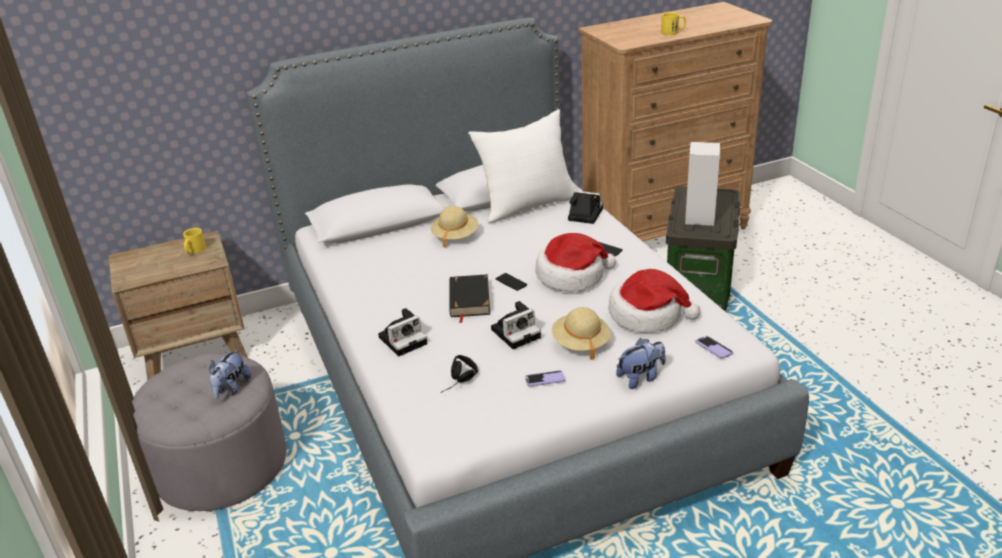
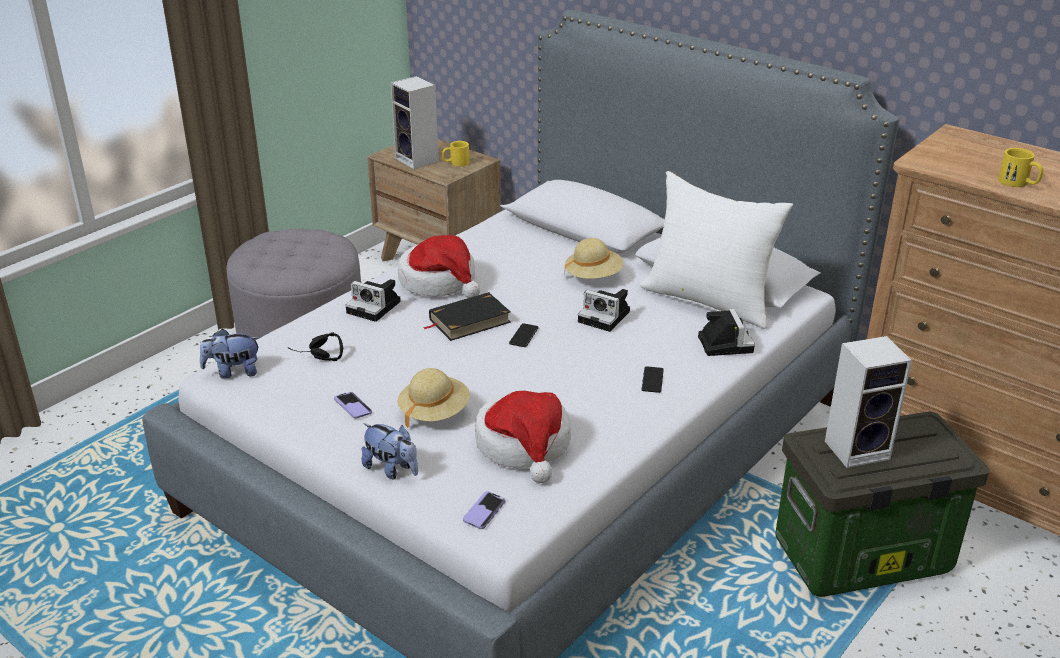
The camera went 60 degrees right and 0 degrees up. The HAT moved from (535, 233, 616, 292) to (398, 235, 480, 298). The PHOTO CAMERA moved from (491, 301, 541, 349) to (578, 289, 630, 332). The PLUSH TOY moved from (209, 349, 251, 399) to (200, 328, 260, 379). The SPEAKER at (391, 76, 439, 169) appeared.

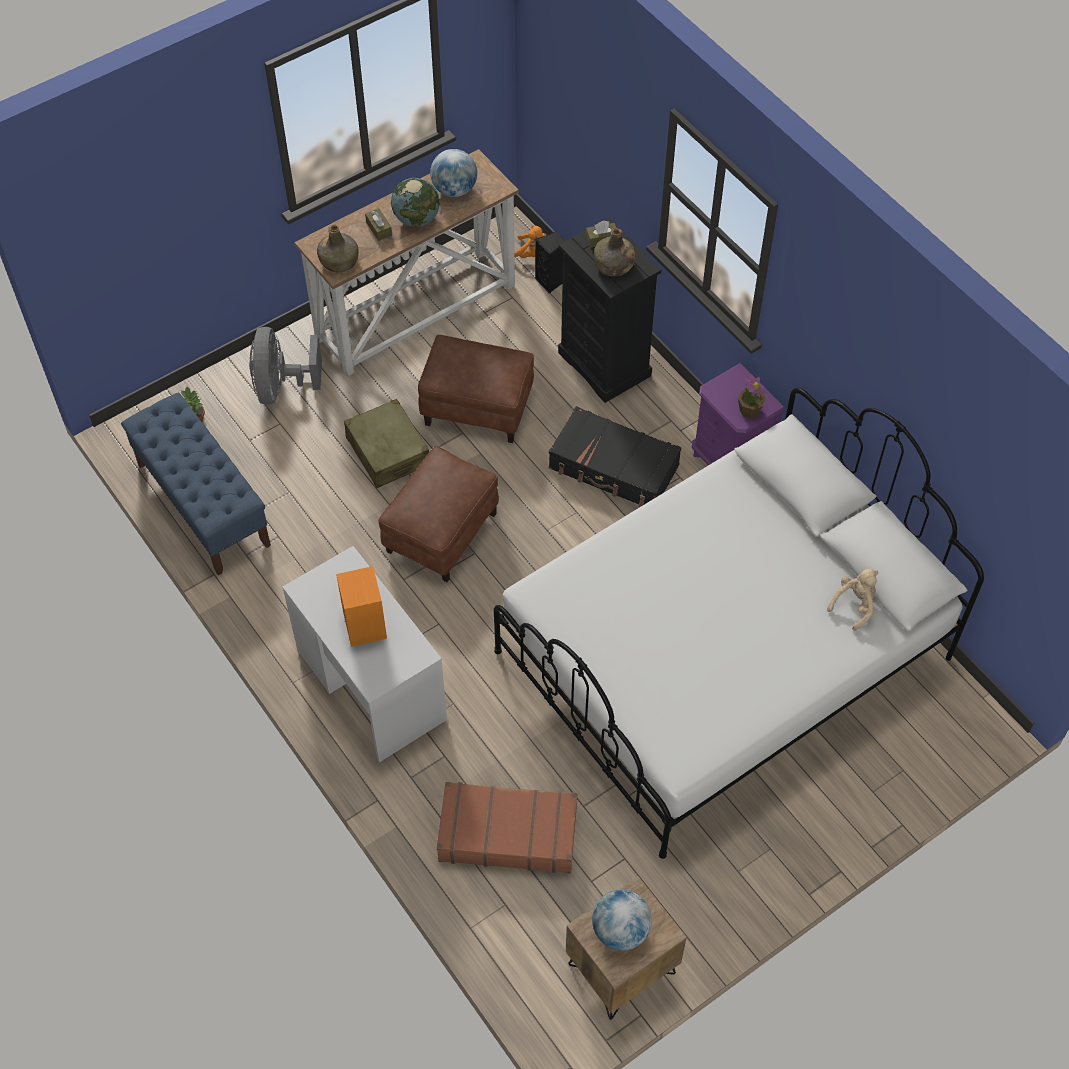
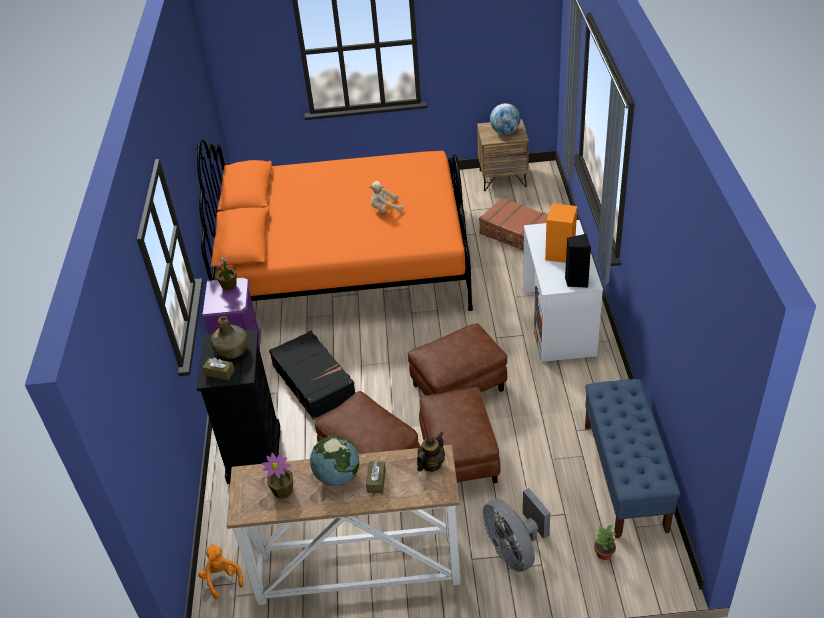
The camera went 145 degrees left and 15 degrees down. The GLOBE at (430, 149, 477, 197) was replaced by the POTTED PLANT at (262, 453, 293, 499). The GREEN BOTTLE at (317, 225, 359, 272) was replaced by the TEAPOT at (417, 432, 445, 472). The BLACK SPEAKER moved from (535, 232, 565, 293) to (565, 234, 591, 288). The GREY FAN at (249, 327, 322, 405) turned 120 degrees clockwise. The WHITE BED at (494, 388, 984, 859) became the ORANGE BED at (197, 139, 473, 311). The BEIGE SUITCASE at (344, 399, 429, 488) was replaced by the BROWN OTTOMAN at (419, 387, 501, 484). The BEIGE PLUSH TOY moved from (827, 569, 878, 631) to (369, 181, 403, 213).

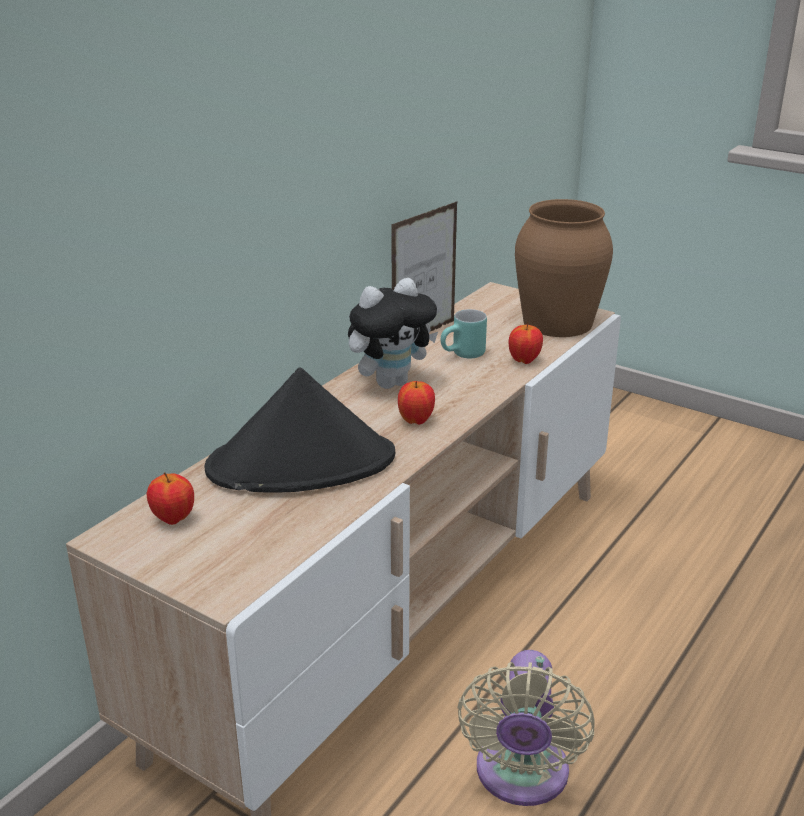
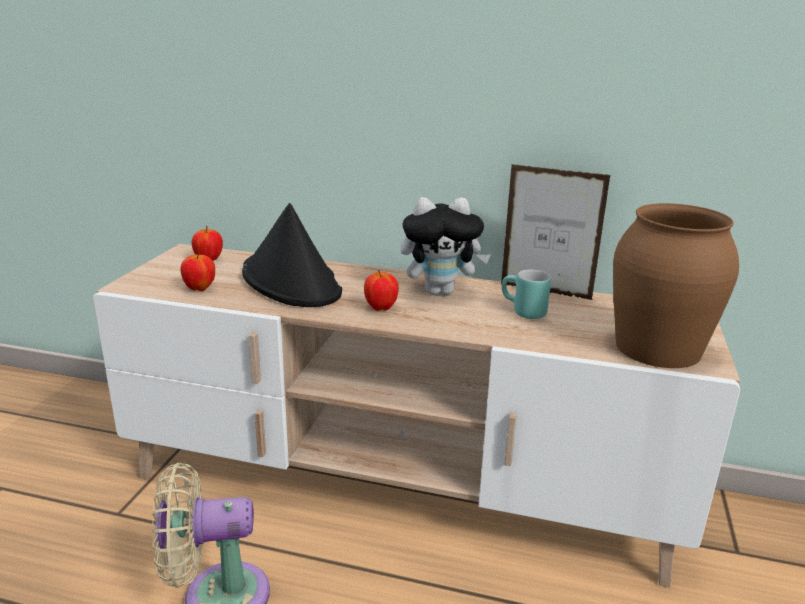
The camera went 70 degrees right and 5 degrees down. The PLUSH TOY at (348, 278, 438, 389) turned 45 degrees counterclockwise. The APPLE moved from (509, 322, 543, 364) to (181, 252, 215, 291).

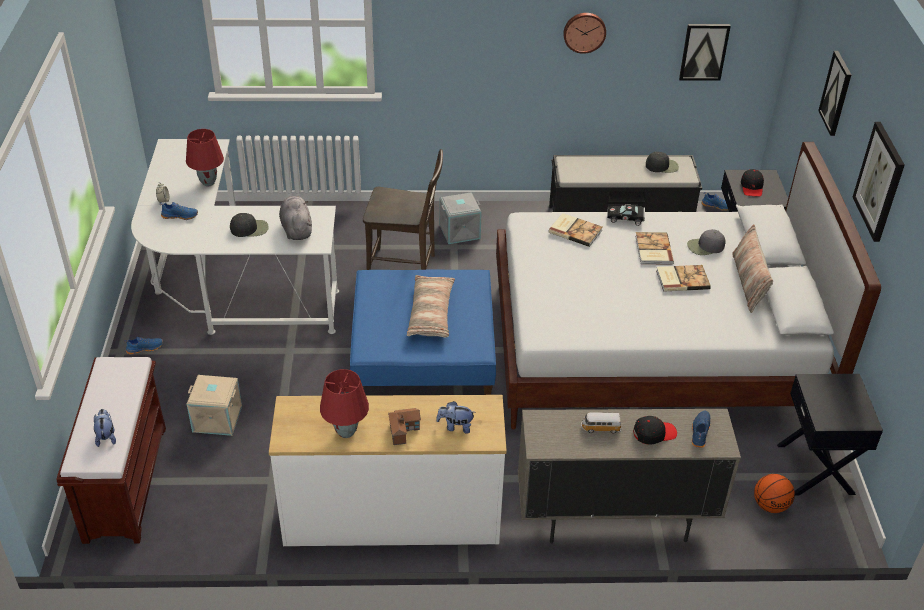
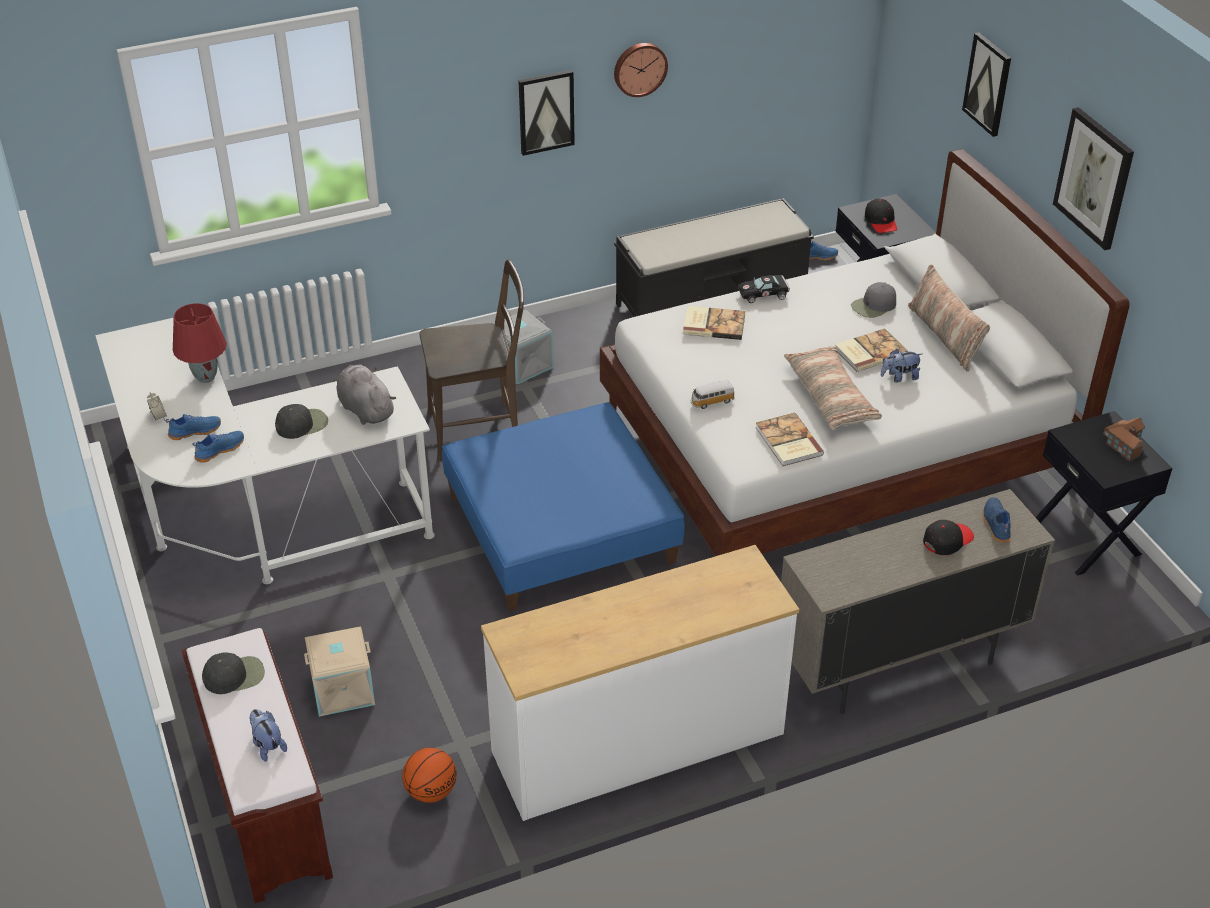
The camera went 20 degrees left and 0 degrees up. The PICTURE moved from (679, 24, 731, 81) to (518, 70, 575, 156). The BLACK CAP moved from (646, 152, 679, 173) to (202, 652, 265, 694). The BOOK moved from (635, 232, 674, 265) to (755, 413, 824, 466). The PILLOW moved from (407, 275, 455, 338) to (784, 346, 882, 430). The BLUE SHOE moved from (124, 337, 163, 355) to (193, 431, 244, 463). The RED TABLE LAMP at (320, 369, 369, 438) disappeared. The PLUSH TOY moved from (436, 401, 475, 434) to (881, 349, 921, 383). The TOY HOUSE moved from (388, 408, 421, 445) to (1103, 418, 1145, 462). The TOY CAR moved from (581, 412, 621, 434) to (691, 380, 735, 409). The BASKETBALL moved from (754, 474, 795, 513) to (402, 748, 457, 803).

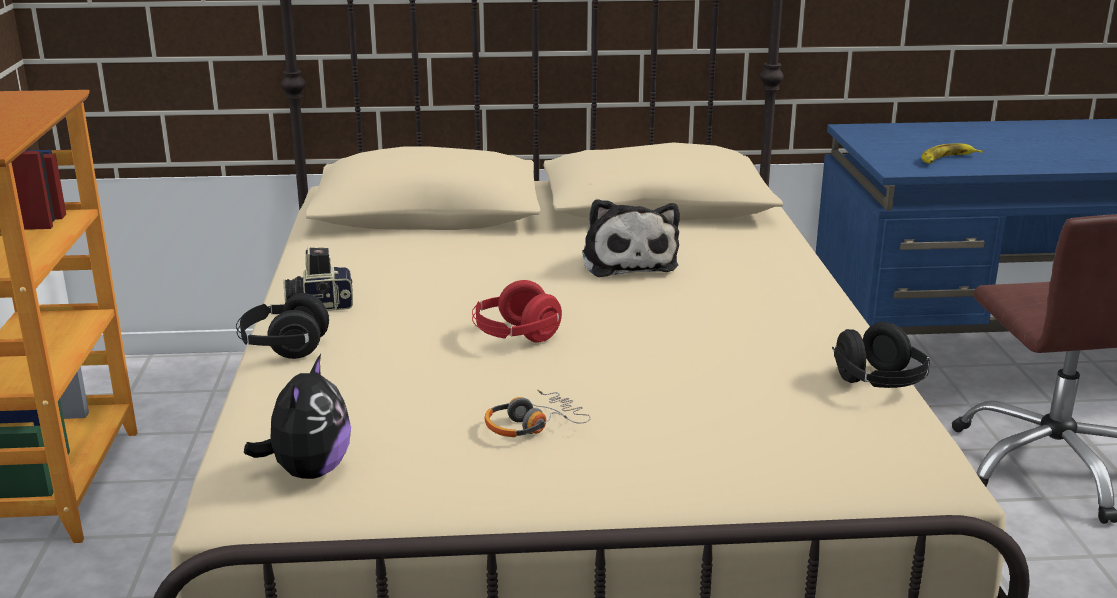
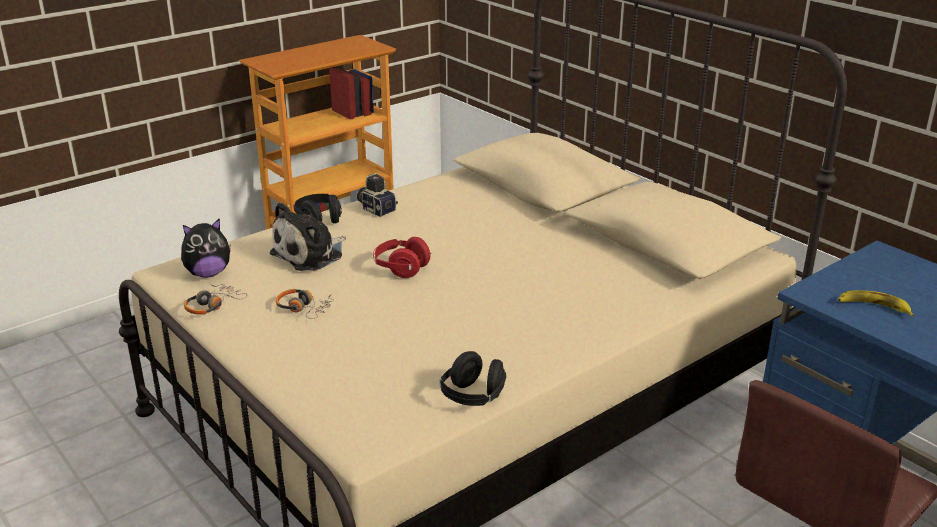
The camera went 55 degrees right and 5 degrees up. The PLUSH TOY moved from (582, 199, 680, 277) to (270, 202, 346, 271). The HEADPHONES at (184, 284, 247, 315) appeared.

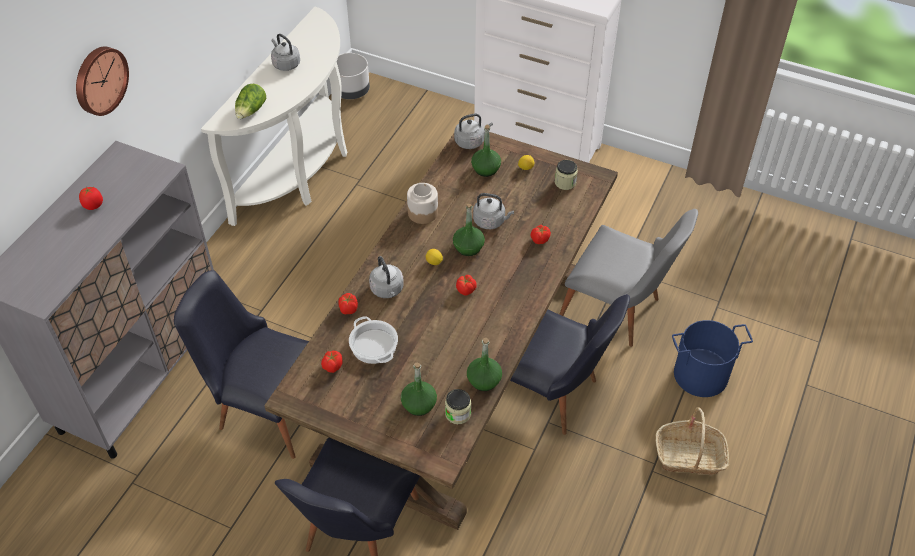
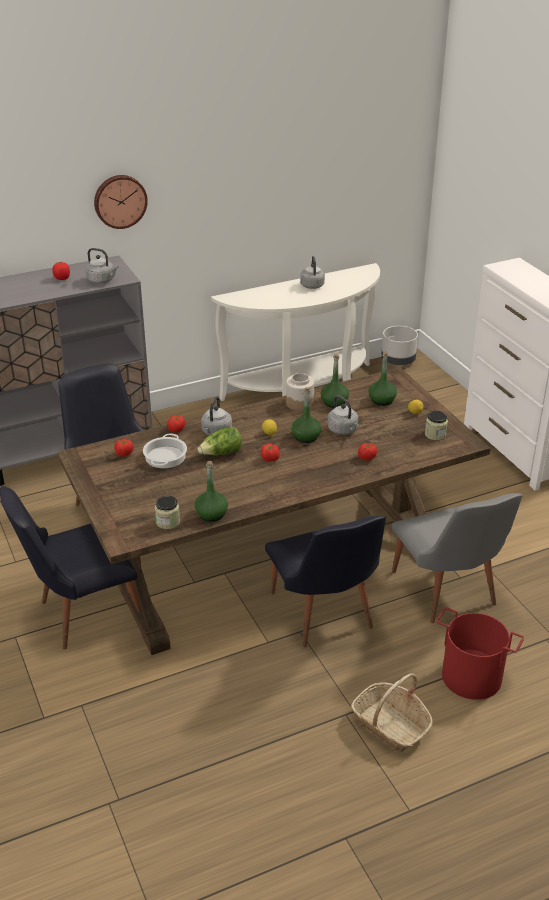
The camera went 40 degrees right and 15 degrees down. The LETTUCE moved from (235, 84, 266, 119) to (198, 426, 242, 455). The GREY KETTLE moved from (454, 114, 493, 149) to (85, 248, 118, 284). The BLUE BUCKET at (672, 320, 753, 397) became the RED BUCKET at (436, 607, 524, 700). The GREEN BOTTLE moved from (401, 362, 437, 416) to (320, 354, 349, 408).

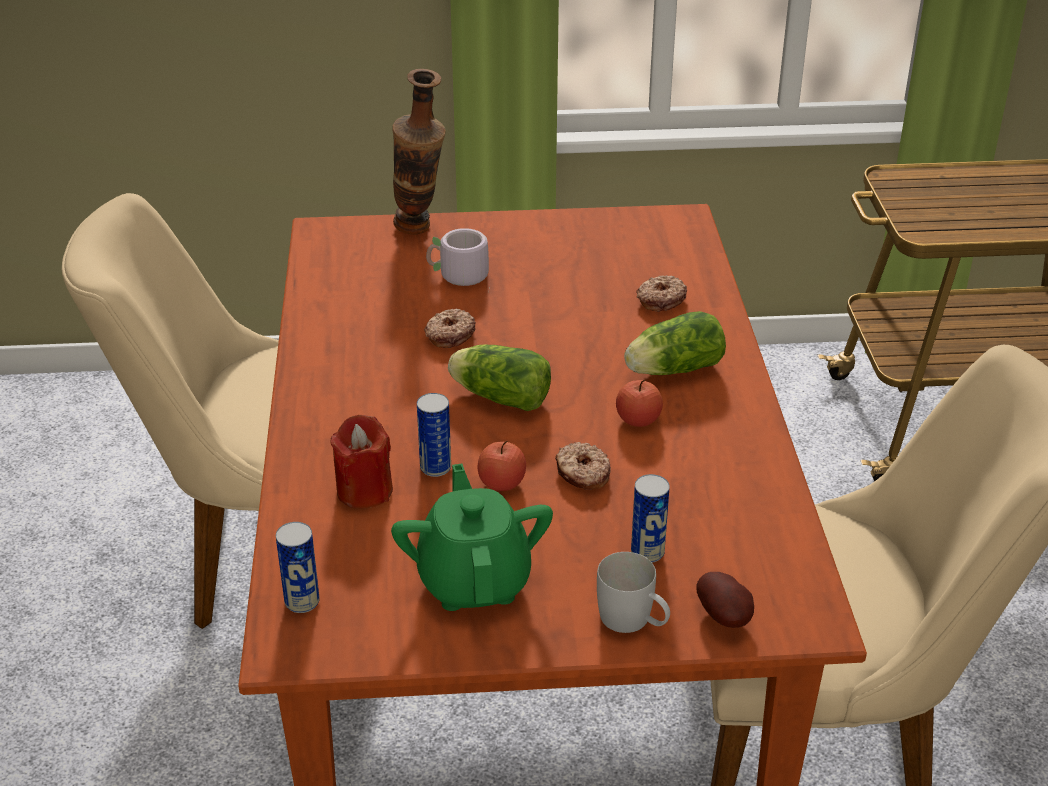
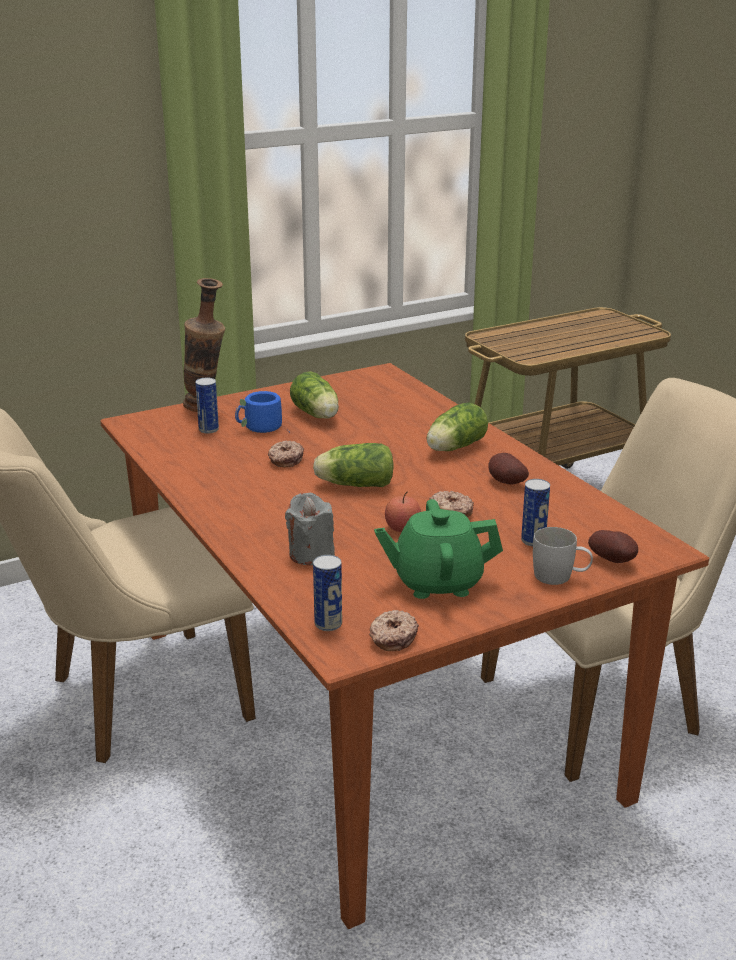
The camera went 25 degrees left and 10 degrees down. The GREY MUG at (426, 228, 489, 286) became the BLUE MUG at (235, 391, 289, 433). The DONUT moved from (636, 275, 687, 312) to (369, 610, 419, 651). The APPLE at (616, 380, 663, 427) disappeared. The CAN moved from (417, 393, 451, 477) to (195, 378, 219, 434). The RED CANDLE at (330, 415, 393, 509) became the GREY CANDLE at (285, 493, 335, 565). The GREEN TEAPOT at (391, 464, 553, 611) turned 60 degrees counterclockwise. The LETTUCE at (290, 371, 339, 418) appeared. The POTATO at (488, 453, 529, 485) appeared.

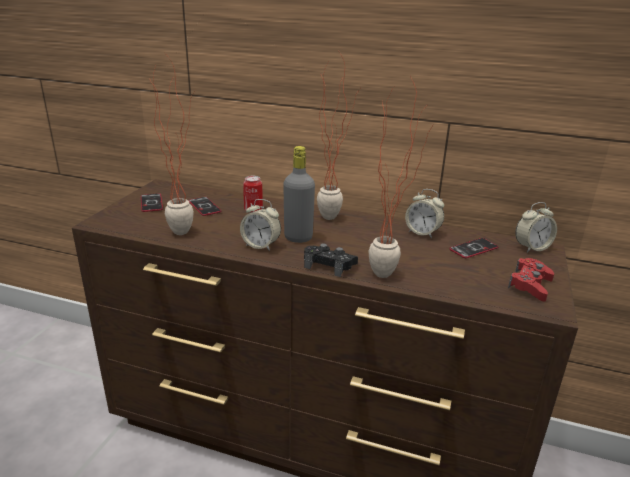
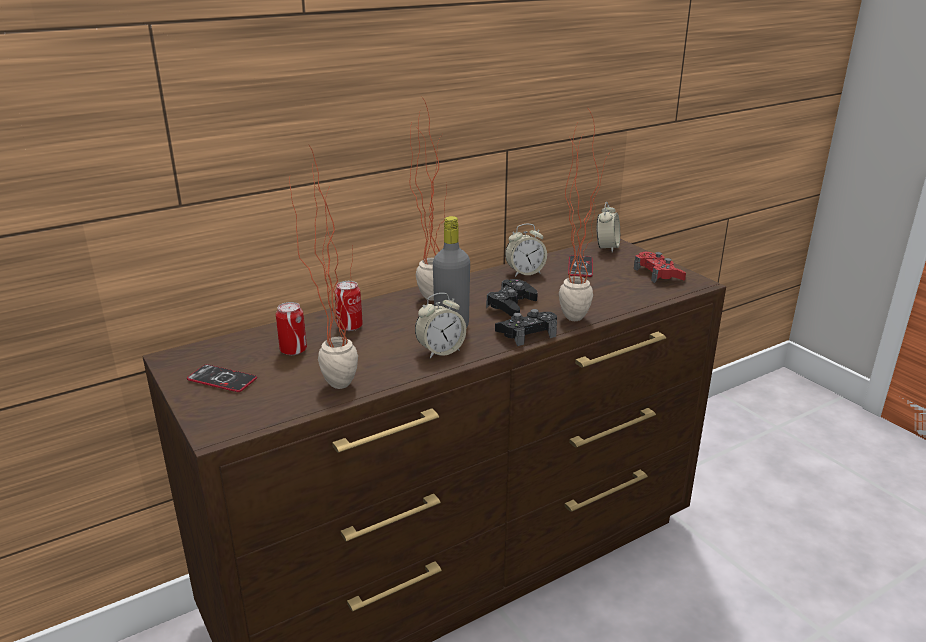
The camera went 50 degrees left and 0 degrees up. The PHONE at (188, 197, 222, 216) was replaced by the CAN at (276, 302, 307, 355). The BLACK GAME CONTROLLER at (486, 279, 538, 317) appeared.

